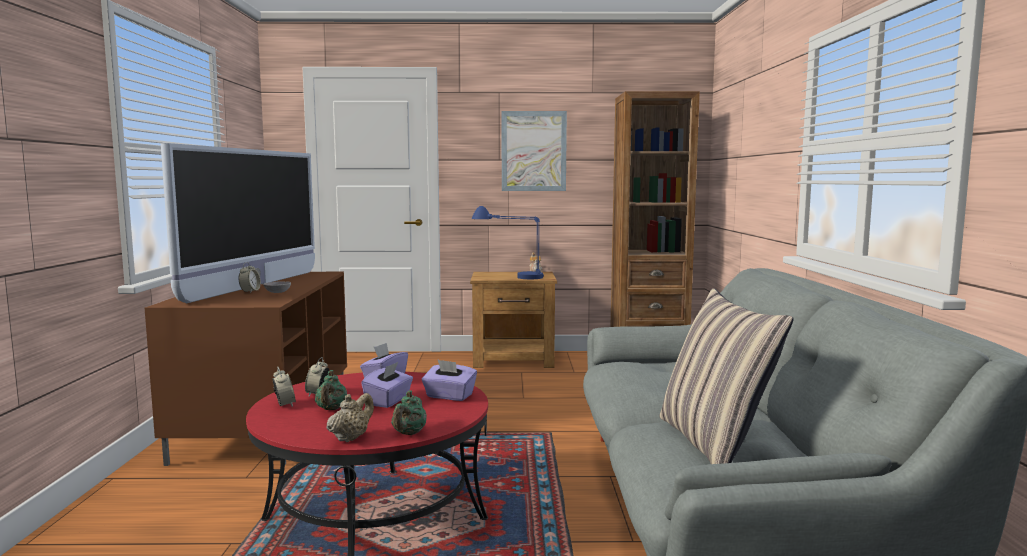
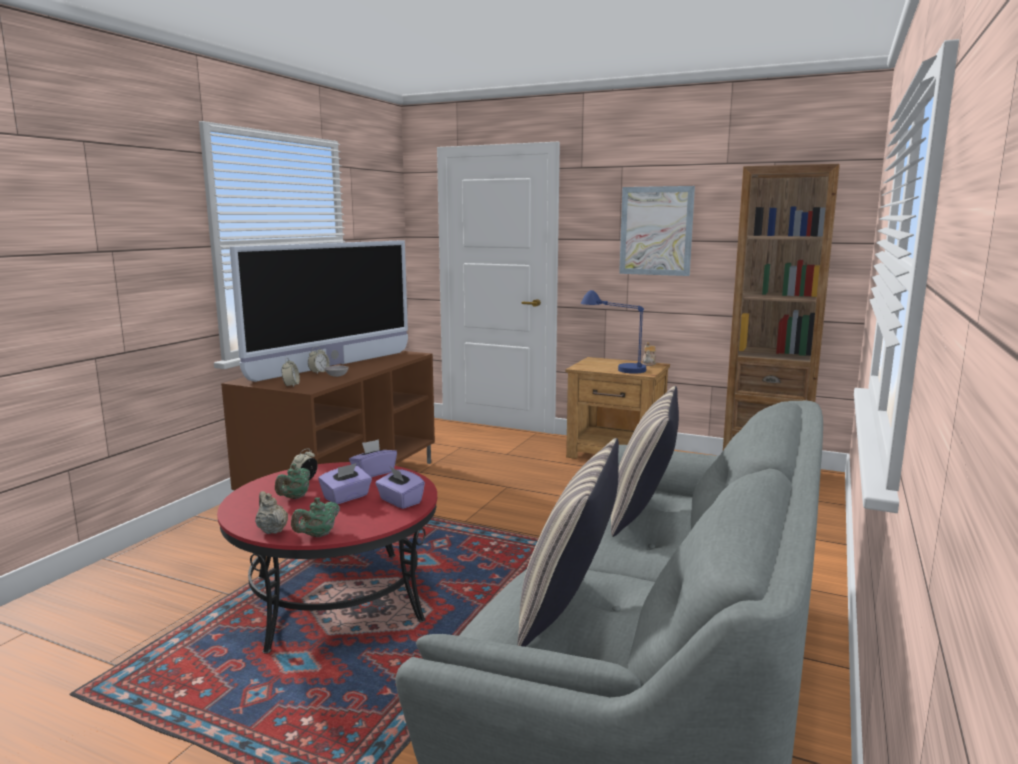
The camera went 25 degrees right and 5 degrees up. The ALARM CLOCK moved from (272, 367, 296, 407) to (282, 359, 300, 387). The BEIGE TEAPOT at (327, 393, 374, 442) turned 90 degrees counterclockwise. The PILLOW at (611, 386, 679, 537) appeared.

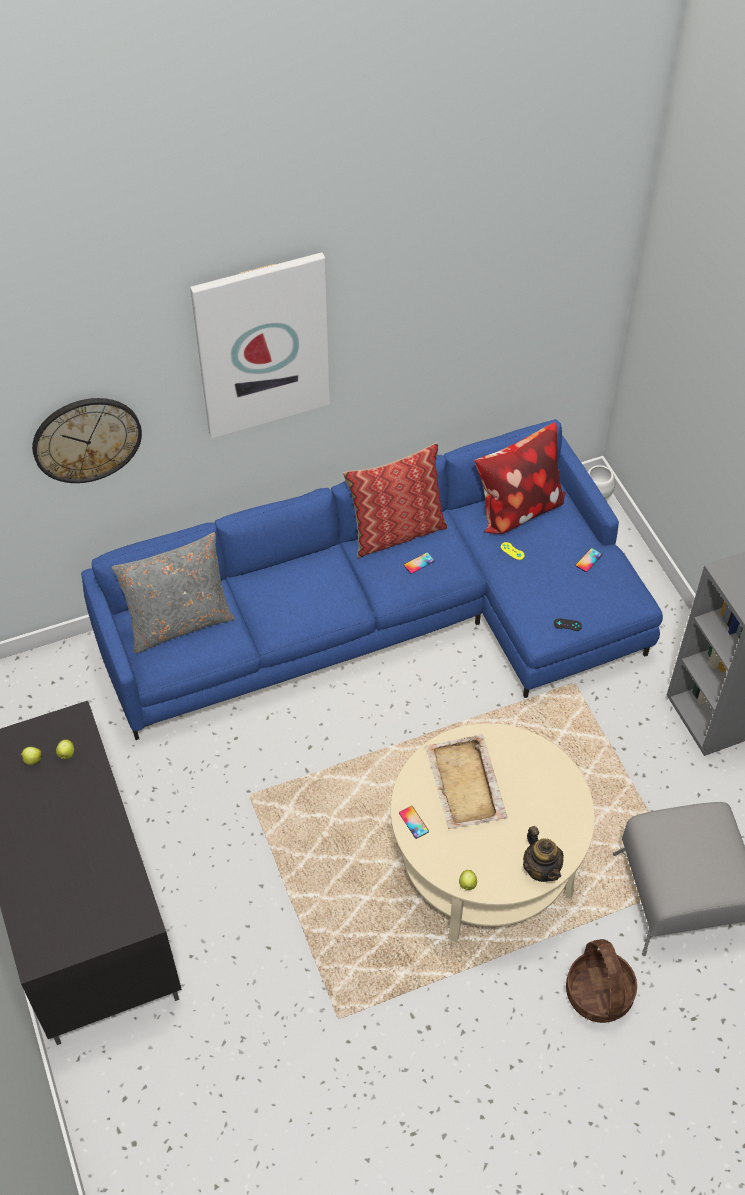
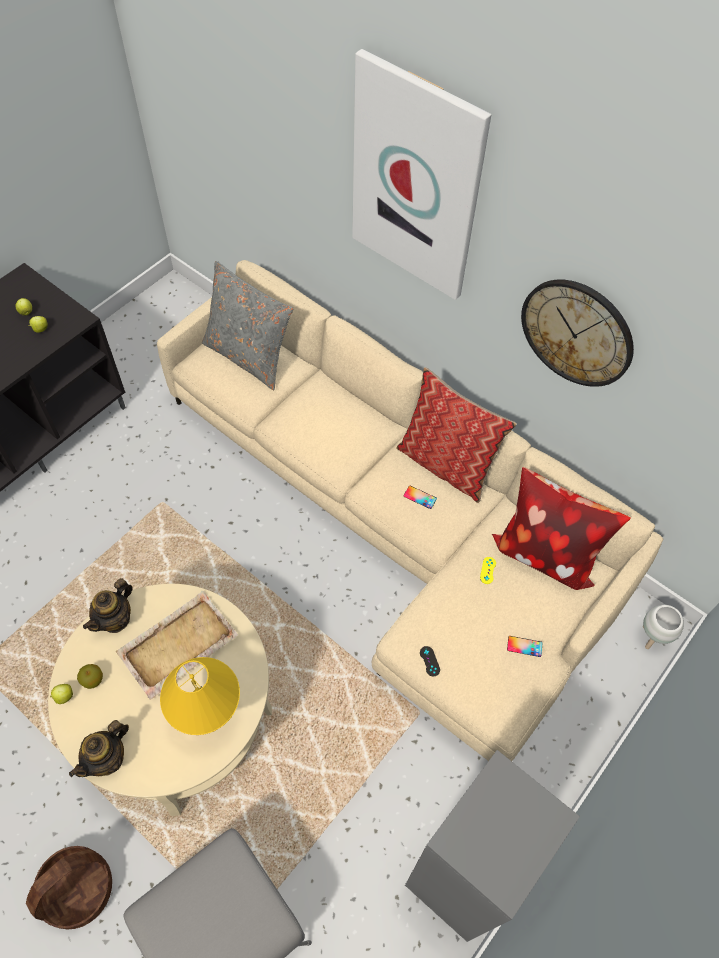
The camera went 60 degrees right and 5 degrees up. The WALL CLOCK moved from (32, 398, 142, 483) to (521, 280, 634, 387). The BLUE SOFA at (81, 419, 663, 740) became the BEIGE SOFA at (157, 260, 663, 761). The PHONE at (399, 806, 429, 839) was replaced by the TEAPOT at (83, 578, 133, 633). The YELLOW TABLE LAMP at (160, 657, 240, 735) appeared. The APPLE at (77, 664, 103, 689) appeared.

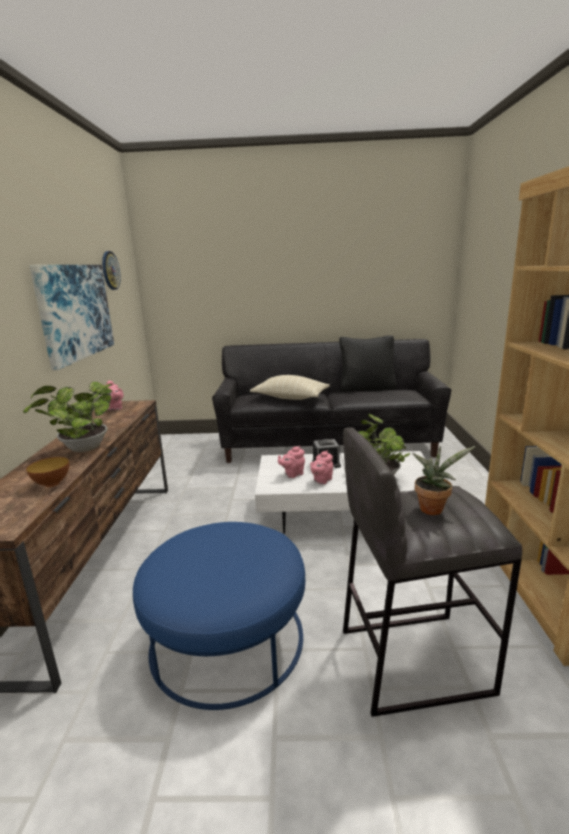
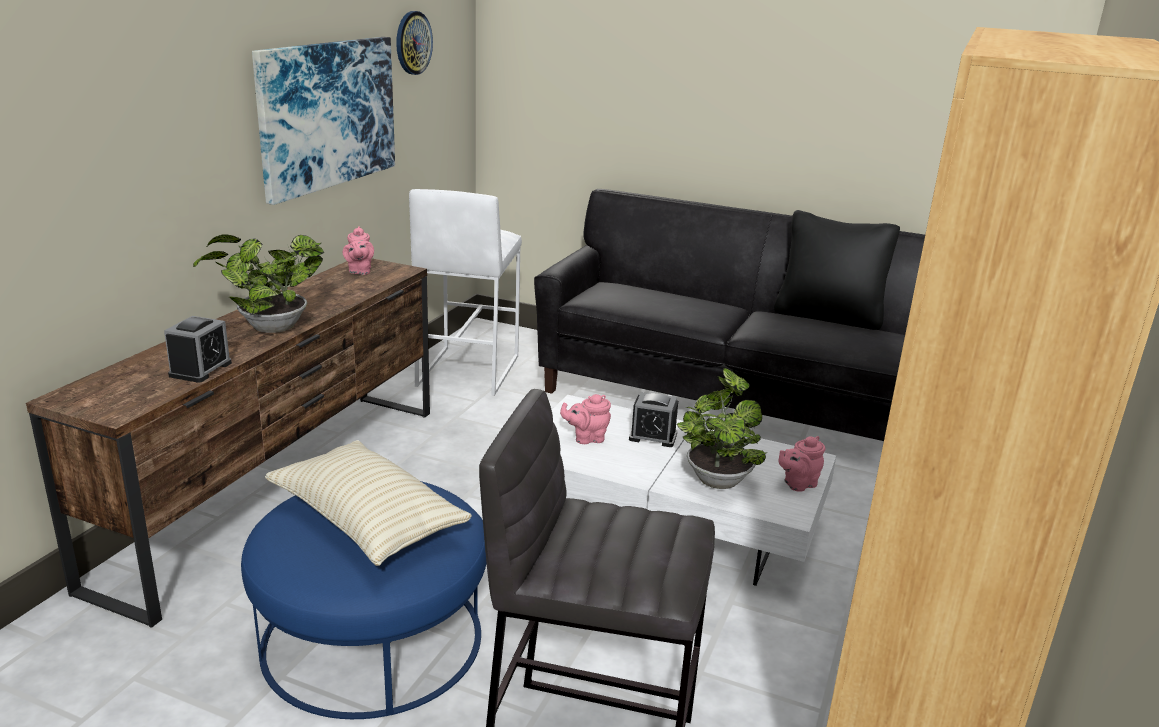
The camera went 20 degrees right and 5 degrees up. The BEIGE PILLOW moved from (250, 375, 330, 400) to (265, 440, 472, 566). The POTTED PLANT at (412, 446, 475, 515) disappeared. The PINK TEAPOT moved from (310, 450, 333, 484) to (778, 436, 825, 492). The BOWL at (26, 457, 69, 487) was replaced by the ALARM CLOCK at (164, 316, 232, 383). The WHITE STOOL at (409, 189, 522, 396) appeared.

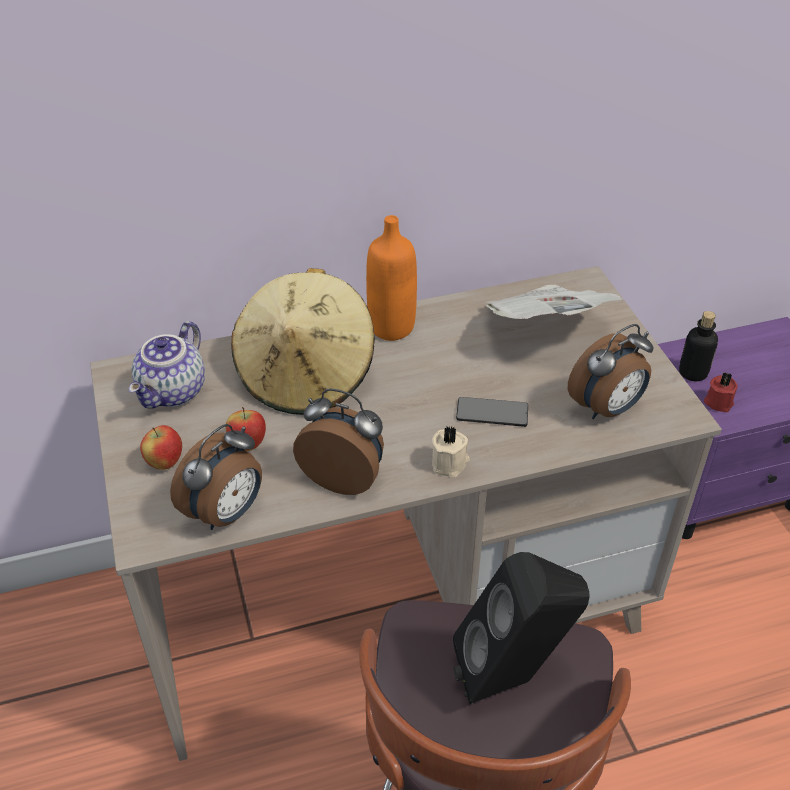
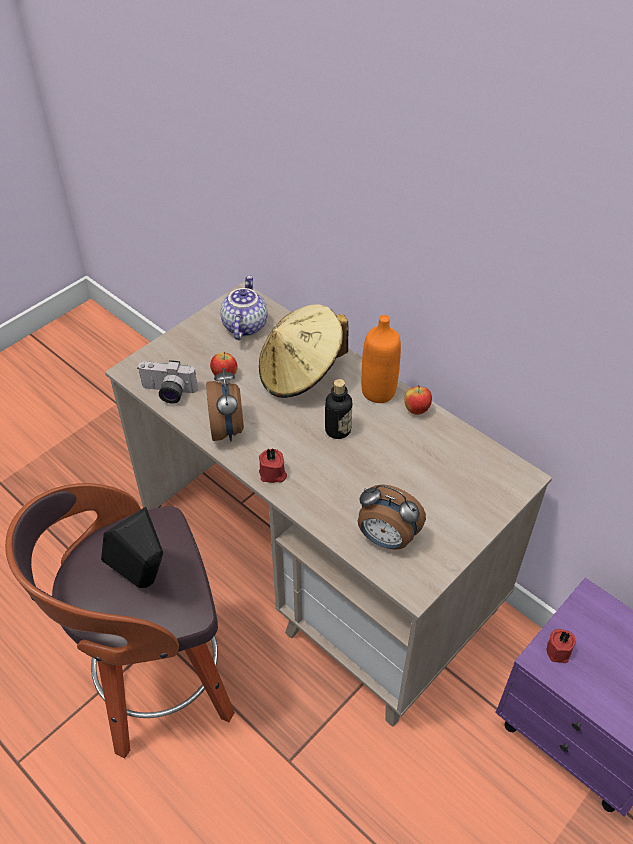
The camera went 60 degrees right and 5 degrees up. The NEWSPAPER at (486, 284, 622, 319) disappeared. The BOTTLE moved from (679, 311, 718, 381) to (325, 379, 352, 439). The TEAPOT at (129, 321, 205, 409) turned 105 degrees clockwise. The PHONE at (456, 397, 528, 427) disappeared. The ALARM CLOCK at (170, 424, 262, 530) was replaced by the PHOTO CAMERA at (138, 360, 198, 404). The APPLE moved from (140, 425, 182, 470) to (404, 385, 432, 415). The BEIGE CANDLE at (432, 426, 470, 478) became the RED CANDLE at (259, 449, 287, 483).

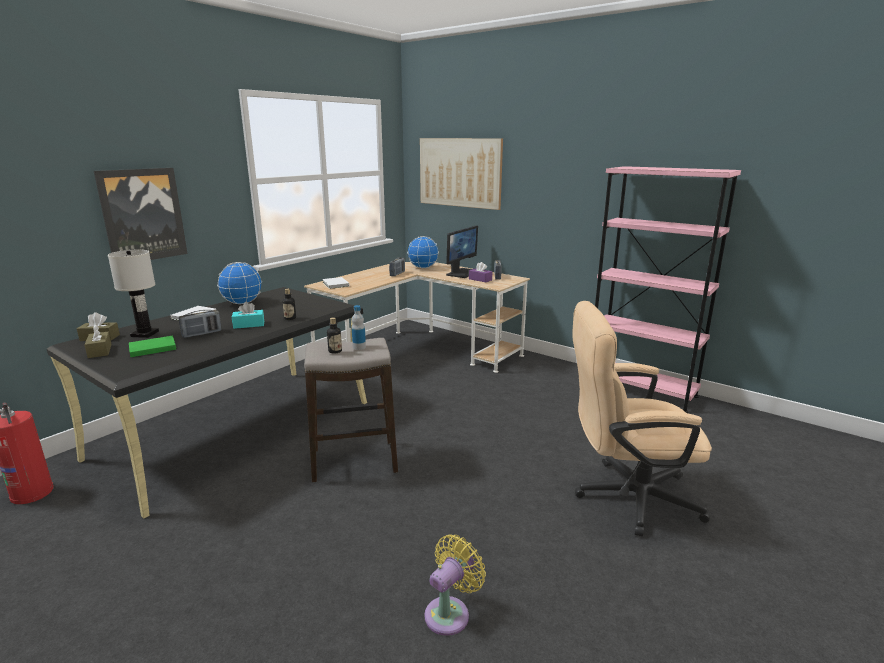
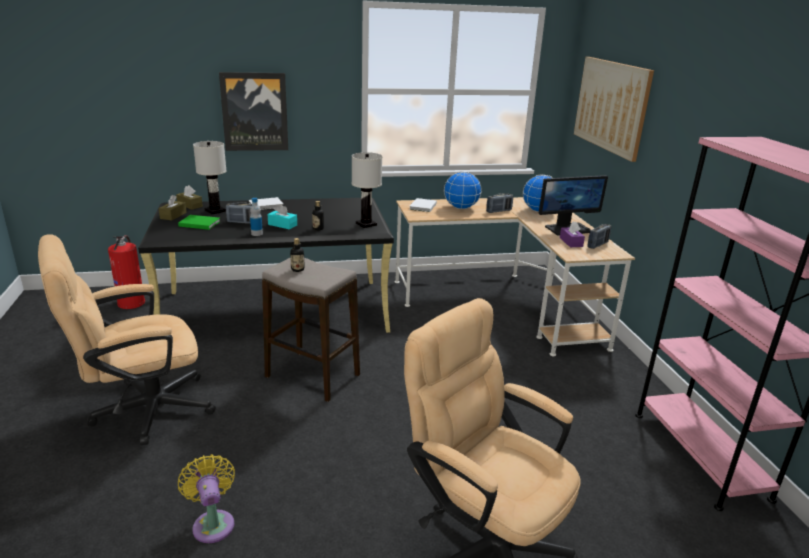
The camera went 40 degrees right and 5 degrees up. The GLOBE moved from (217, 262, 262, 304) to (444, 171, 482, 209). The BOTTLE moved from (352, 305, 366, 350) to (250, 198, 263, 236). The YELLOW FAN at (424, 534, 486, 636) turned 105 degrees counterclockwise. The WHITE TABLE LAMP at (352, 152, 382, 228) appeared. The BEIGE OFFICE CHAIR at (38, 234, 216, 445) appeared.

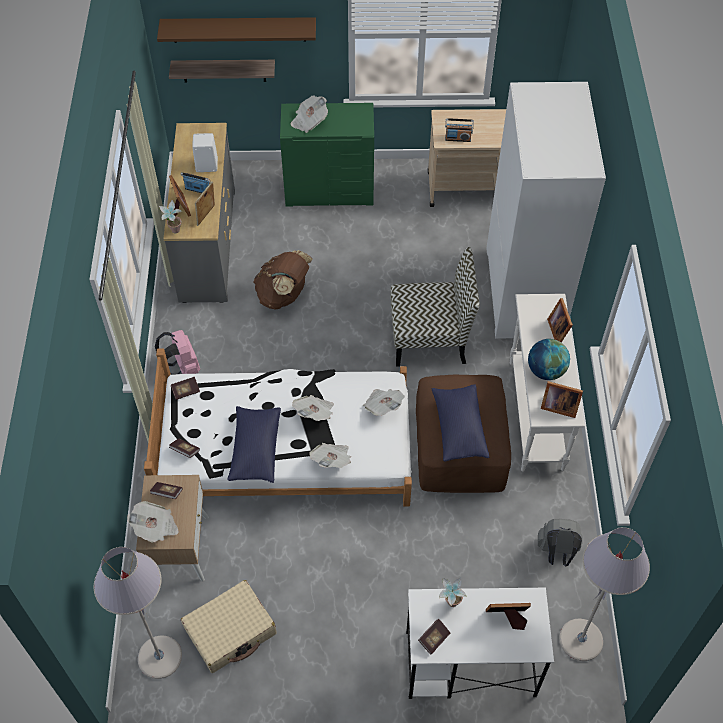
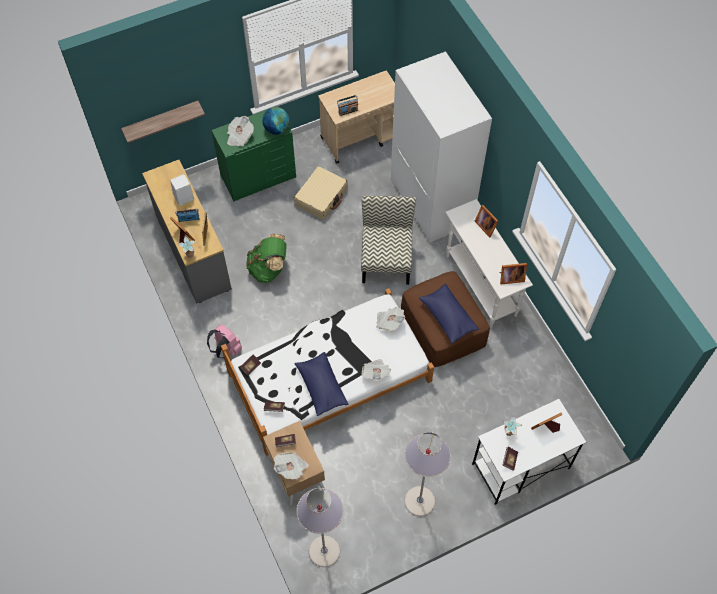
The camera went 25 degrees left and 5 degrees up. The BROWN SHELF at (157, 17, 316, 43) disappeared. The CHAIR at (390, 247, 480, 367) turned 60 degrees counterclockwise. The BROWN BACKPACK at (253, 250, 312, 310) became the GREEN BACKPACK at (246, 234, 287, 283). The GLOBE moved from (528, 339, 570, 380) to (262, 107, 290, 135). The NEWSPAPER at (292, 395, 334, 421) disappeared. The GREY BACKPACK at (538, 519, 582, 566) disappeared. The GREY FLOOR LAMP moved from (559, 527, 650, 661) to (404, 432, 451, 516). The BEIGE SUITCASE moved from (181, 580, 276, 673) to (294, 166, 348, 220).

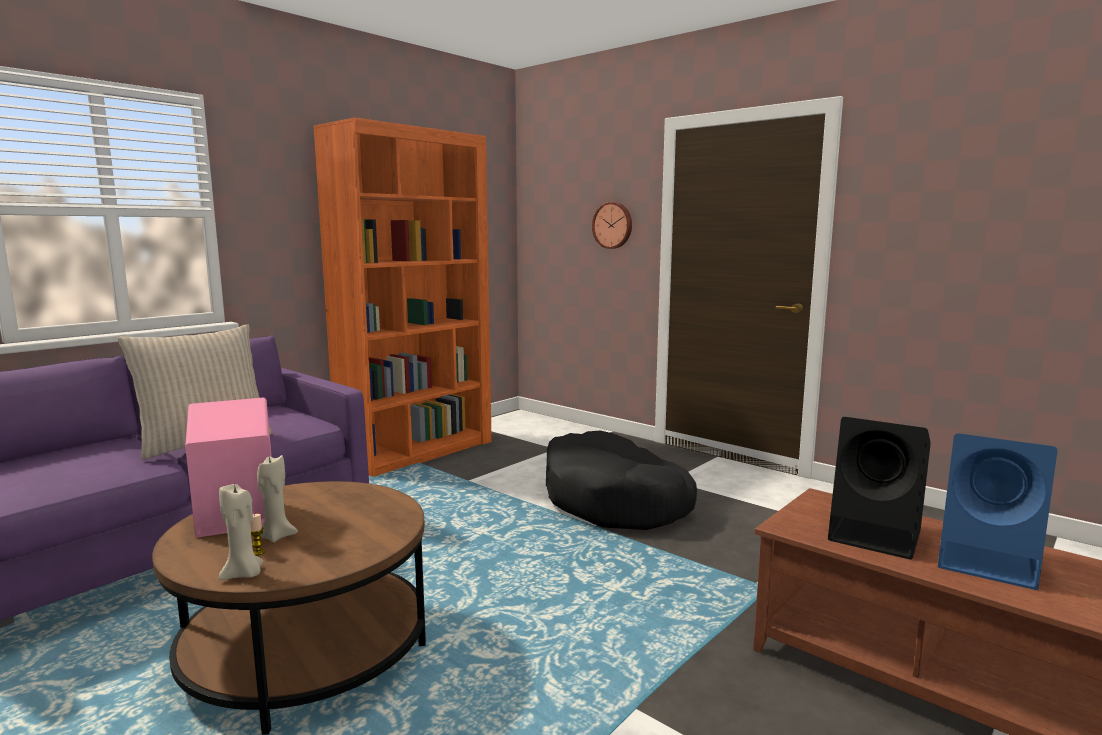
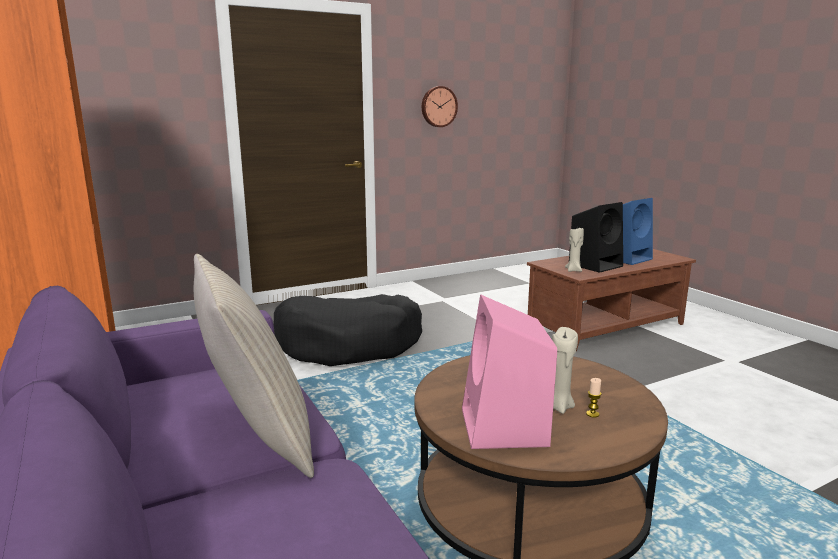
The camera went 70 degrees left and 5 degrees up. The WALL CLOCK moved from (592, 202, 632, 249) to (422, 86, 458, 127). The BEIGE CANDLE moved from (219, 484, 263, 580) to (565, 228, 584, 272).

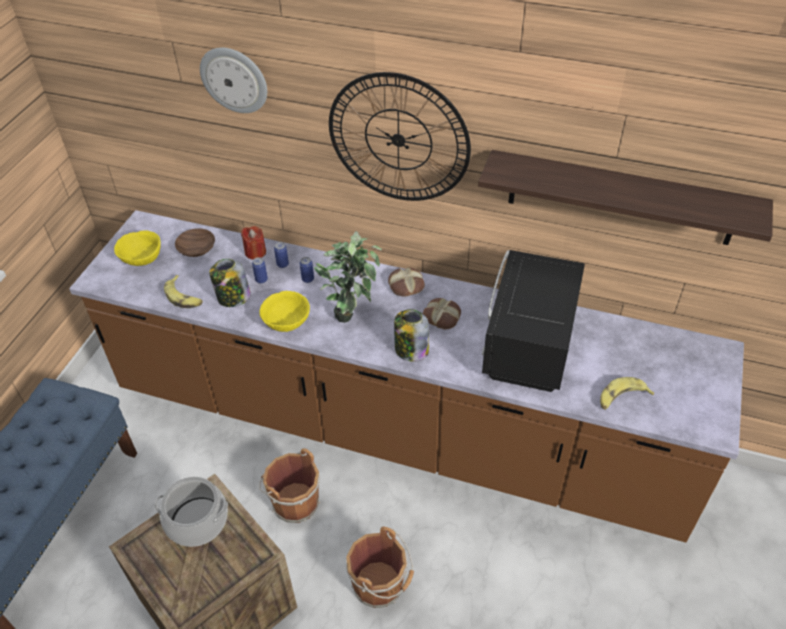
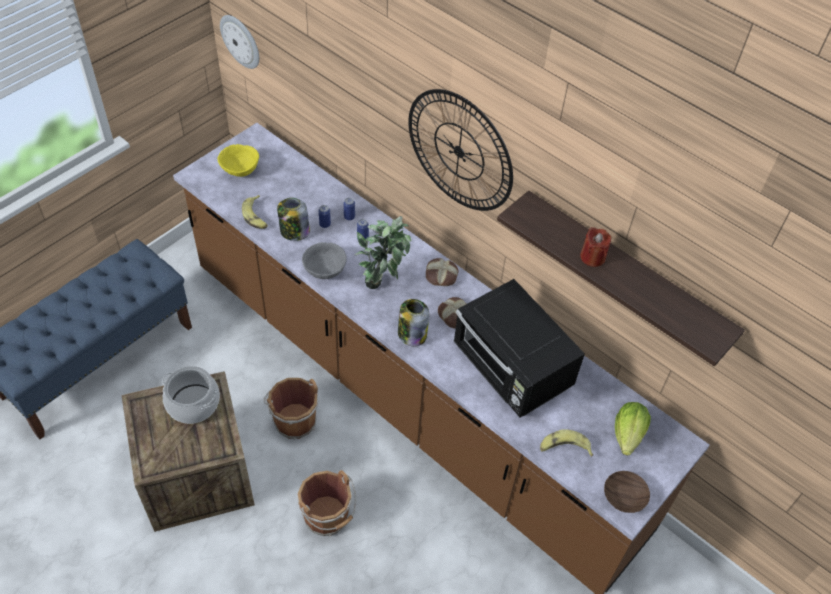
The camera went 20 degrees right and 5 degrees up. The WALL CLOCK moved from (200, 48, 267, 113) to (220, 15, 259, 69). The RED CANDLE moved from (241, 226, 266, 260) to (580, 227, 611, 267). The BROWN BOWL moved from (175, 228, 215, 257) to (604, 471, 650, 513). The BLACK MICROWAVE at (482, 250, 585, 392) turned 75 degrees counterclockwise. The YELLOW BOWL at (259, 291, 310, 332) became the GREY BOWL at (302, 242, 347, 279). The LETTUCE at (615, 402, 651, 456) appeared.

